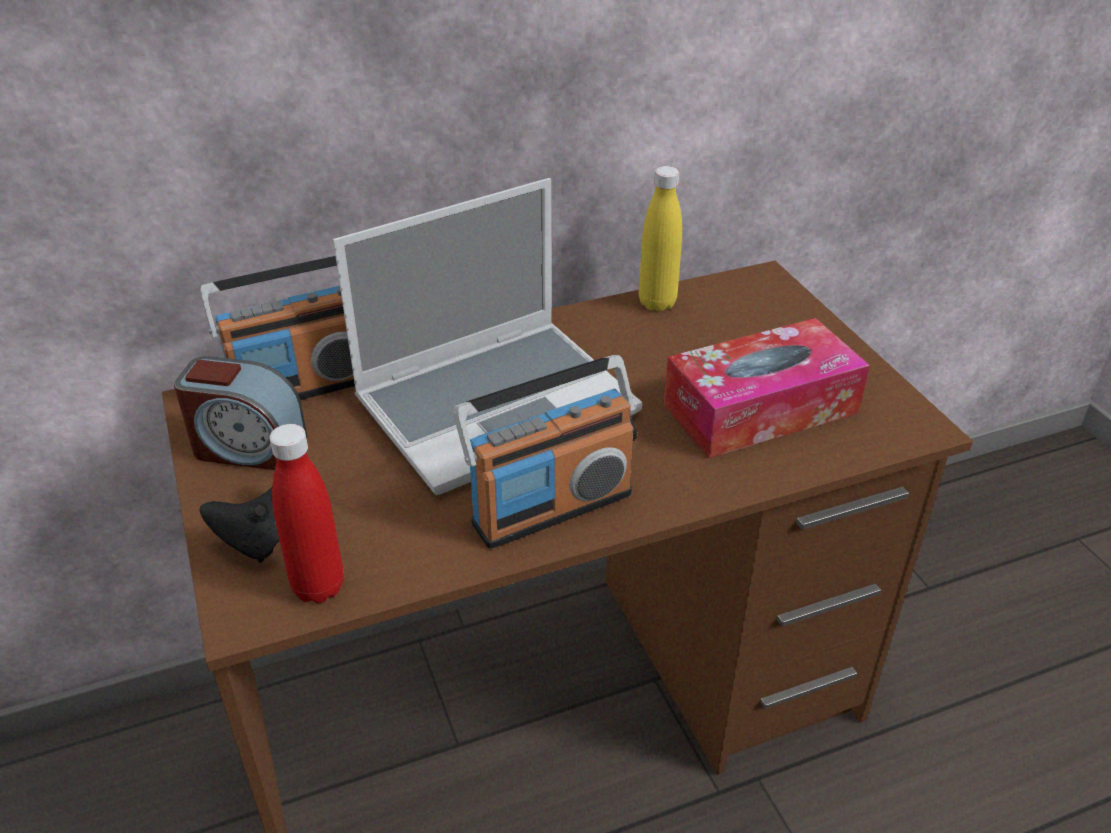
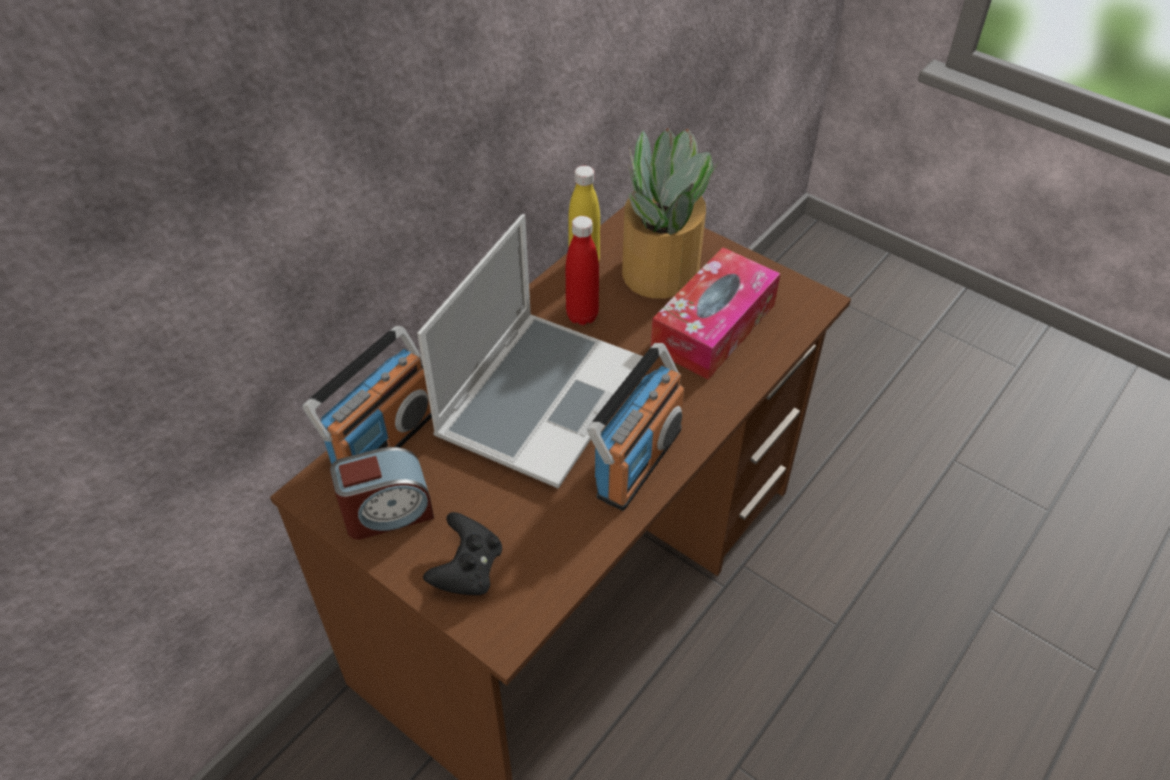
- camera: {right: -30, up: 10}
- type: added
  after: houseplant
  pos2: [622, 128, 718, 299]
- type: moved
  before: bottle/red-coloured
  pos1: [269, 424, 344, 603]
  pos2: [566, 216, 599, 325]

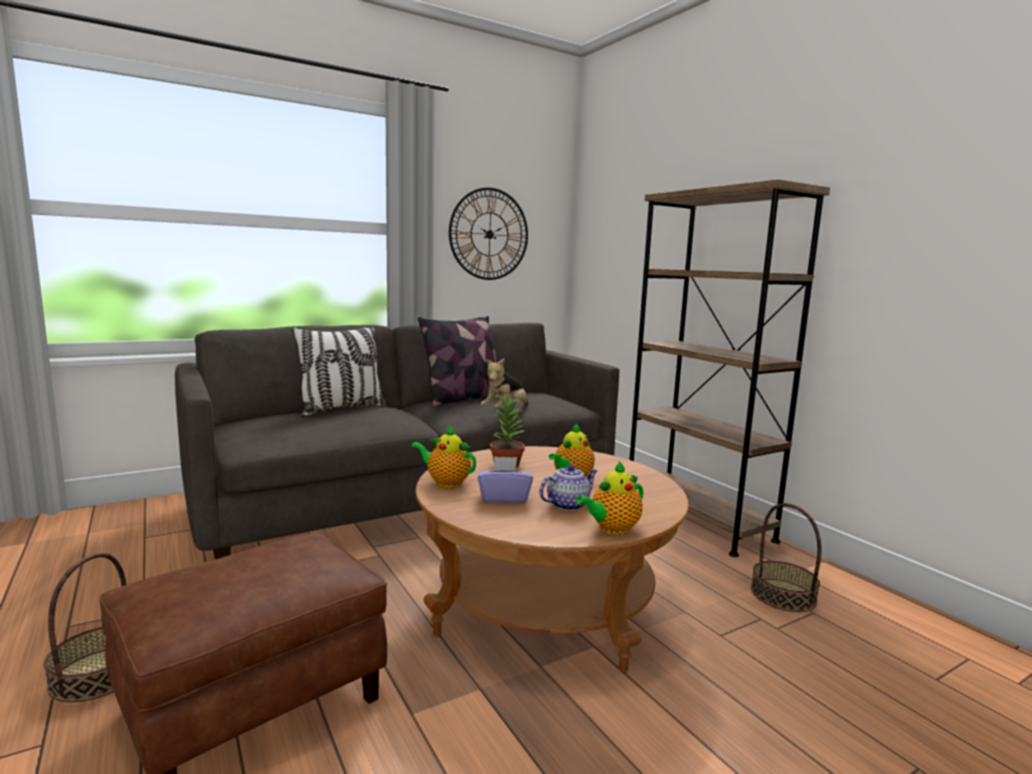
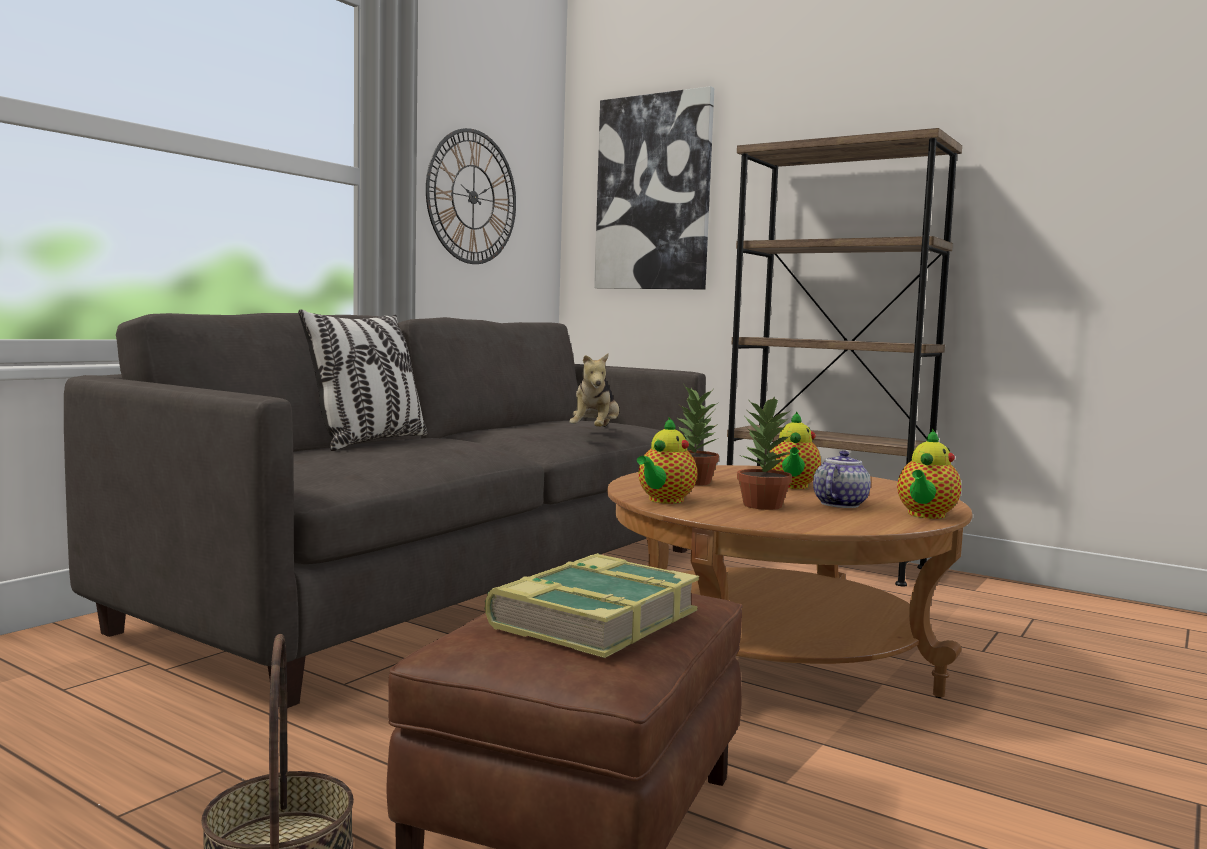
- camera: {right: -25, up: -5}
- type: removed
  before: pillow
  pos1: [418, 316, 496, 406]
- type: removed
  before: household basket
  pos1: [751, 503, 822, 612]
- type: added
  after: book
  pos2: [485, 553, 699, 658]
- type: added
  after: wall picture
  pos2: [594, 86, 714, 289]
- type: replaced
  before: tissue holder/purple
  after: houseplant
  pos1: [478, 456, 533, 503]
  pos2: [737, 396, 792, 510]
- type: turned
  before: pot for tea
  pos1: [411, 426, 476, 488]
  pos2: [637, 417, 697, 504]
  turn: -60

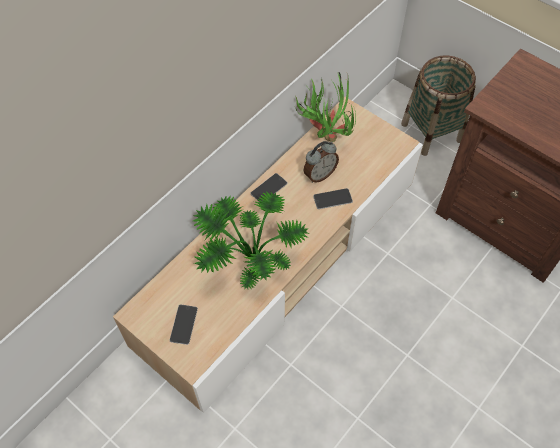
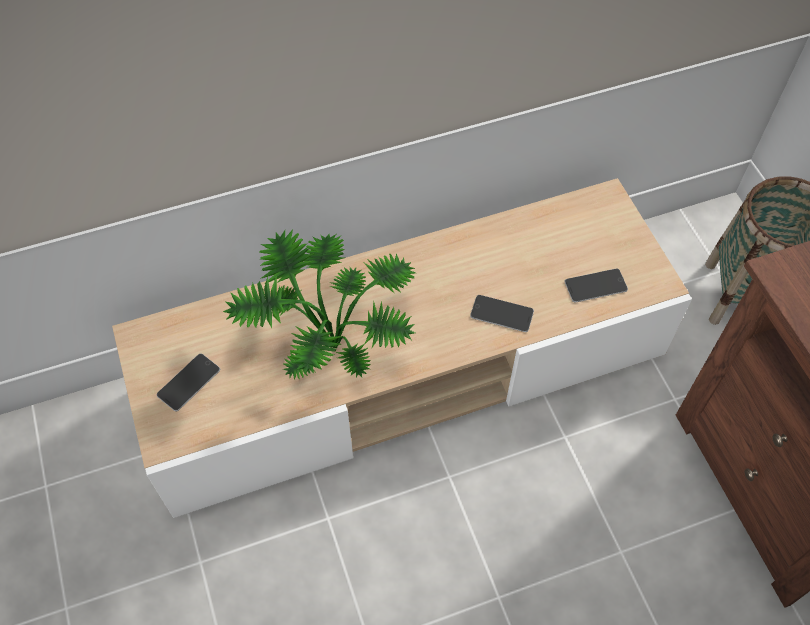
- camera: {right: 30, up: 0}
- type: removed
  before: houseplant
  pos1: [295, 72, 356, 142]
- type: removed
  before: alarm clock
  pos1: [304, 141, 339, 183]
- type: moved
  before: handset
  pos1: [250, 173, 288, 201]
  pos2: [565, 268, 628, 303]

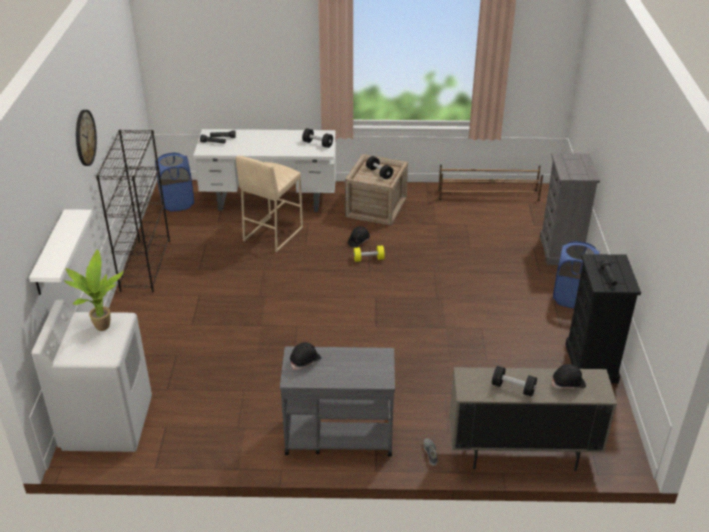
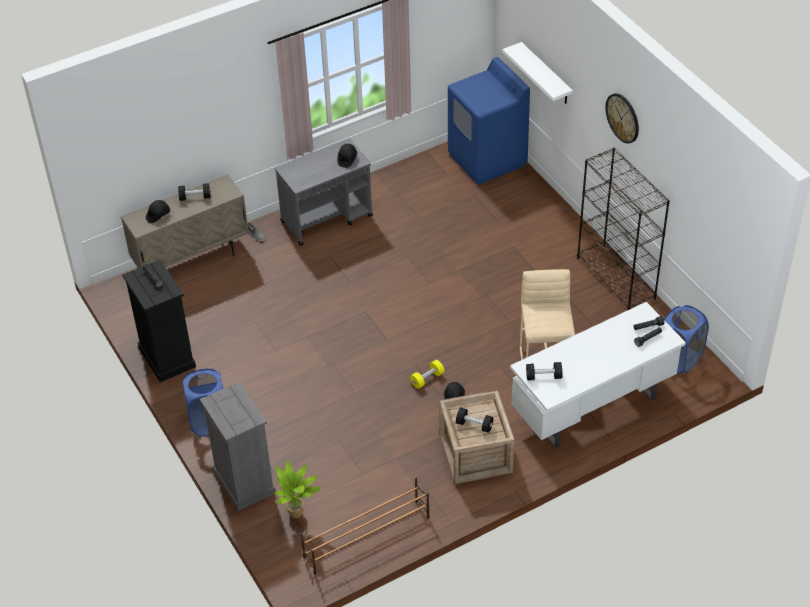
- camera: {right: 150, up: 10}
- type: moved
  before: houseplant
  pos1: [64, 249, 124, 331]
  pos2: [274, 461, 321, 518]
- type: recoloured
  before: laundry machine/whitish
  after: laundry machine/blue
  pos1: [32, 300, 152, 452]
  pos2: [448, 57, 530, 185]

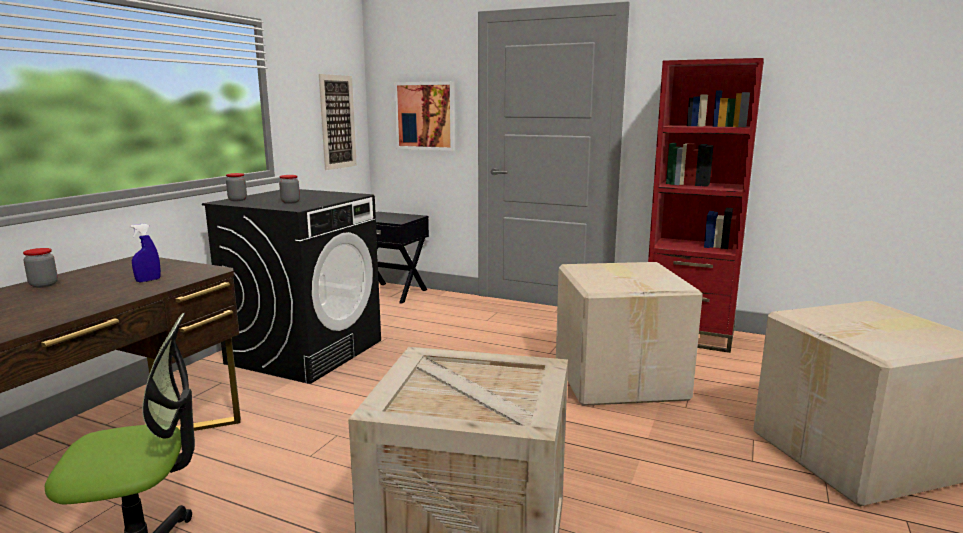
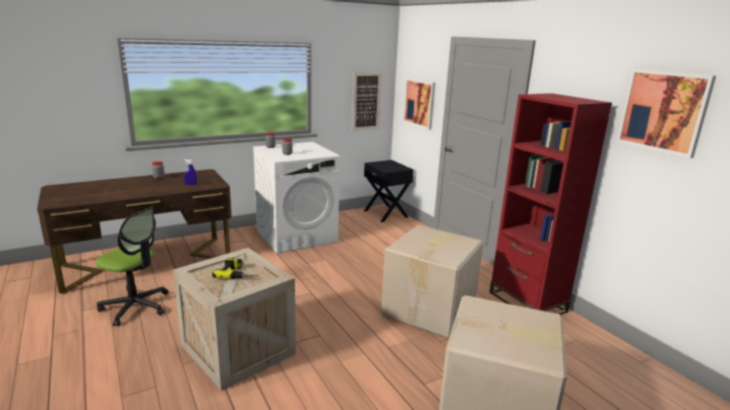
- camera: {right: 35, up: 5}
- type: added
  after: drill
  pos2: [212, 258, 259, 279]
- type: added
  after: wall picture
  pos2: [616, 69, 716, 158]
- type: recoloured
  before: laundry machine/blackish
  after: laundry machine/whitish
  pos1: [202, 189, 381, 384]
  pos2: [253, 142, 340, 254]

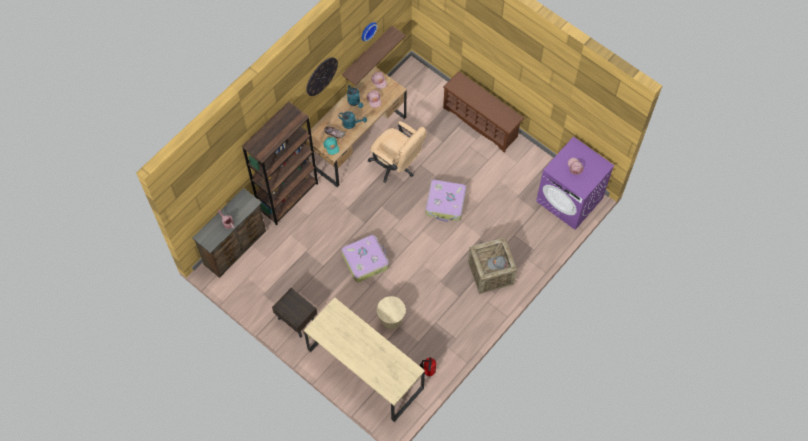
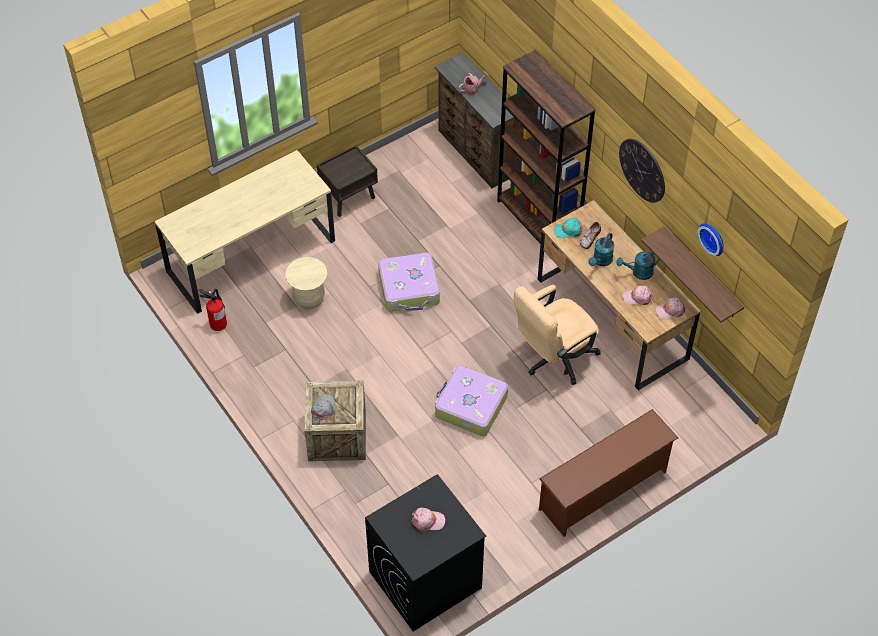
- camera: {right: 105, up: -10}
- type: recoloured
  before: laundry machine/purple
  after: laundry machine/blackish
  pos1: [536, 136, 615, 230]
  pos2: [365, 474, 486, 632]

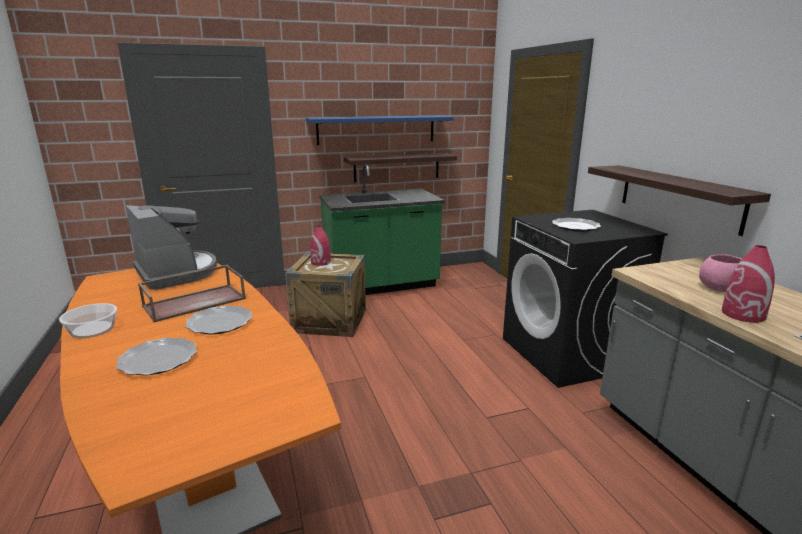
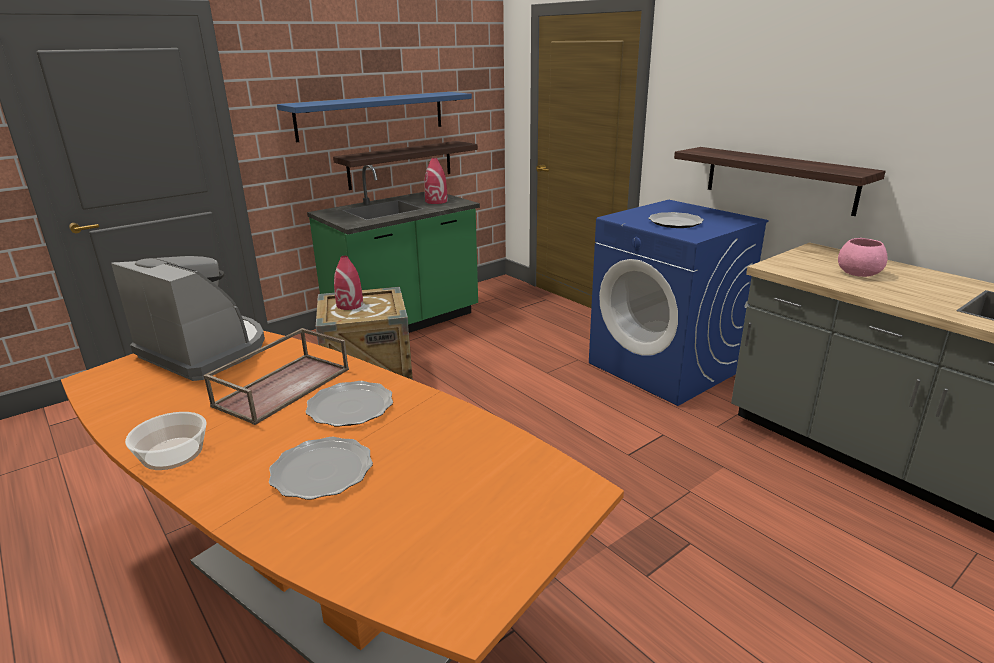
- camera: {right: -20, up: 5}
- type: moved
  before: flower vase/red-coloured
  pos1: [722, 245, 775, 323]
  pos2: [424, 158, 447, 204]
- type: recoloured
  before: laundry machine/blackish
  after: laundry machine/blue
  pos1: [503, 210, 668, 388]
  pos2: [589, 200, 769, 406]

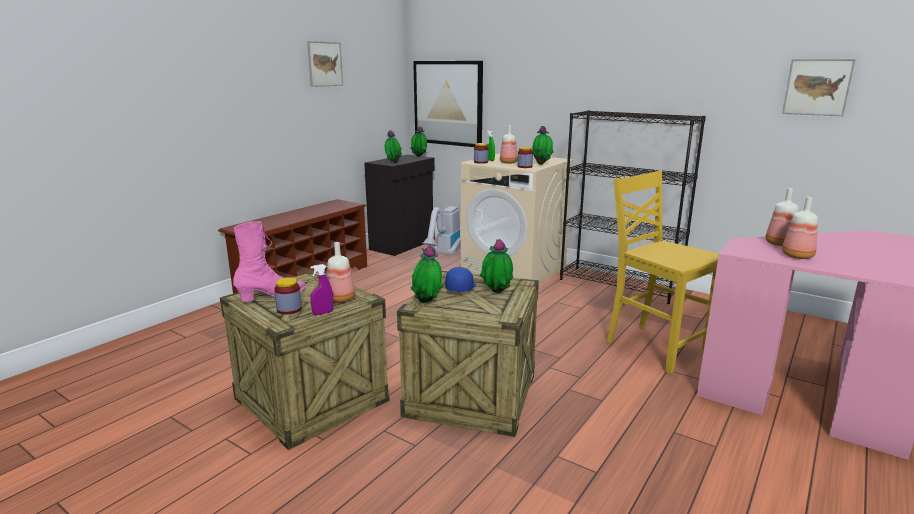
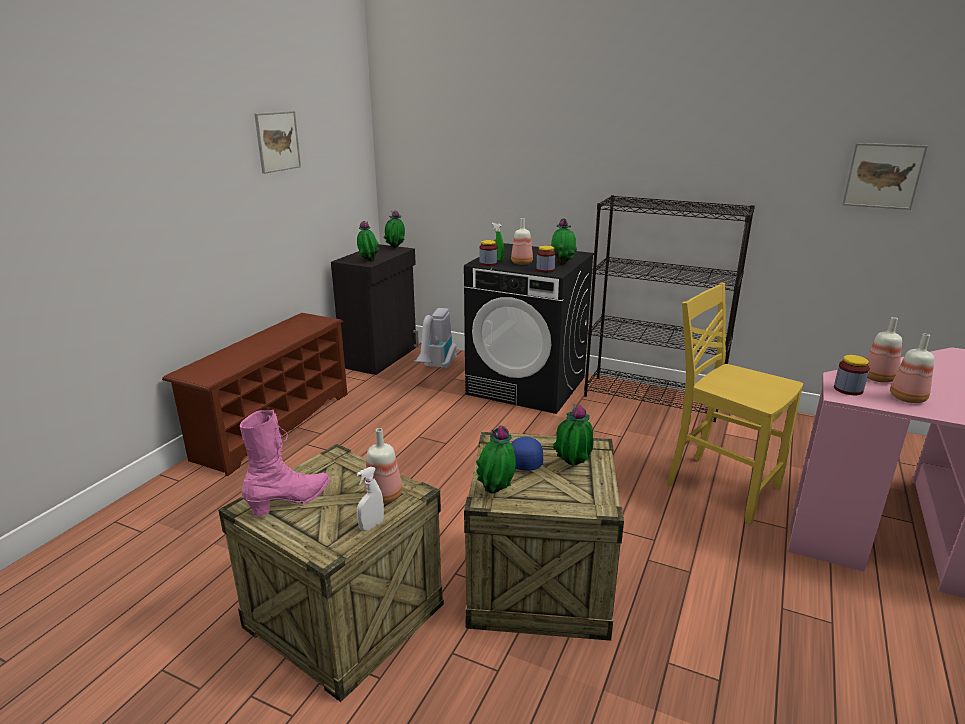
- camera: {right: -10, up: 5}
- type: removed
  before: wall picture
  pos1: [413, 61, 483, 147]
- type: moved
  before: preserve jar
  pos1: [274, 277, 302, 315]
  pos2: [834, 355, 869, 395]
- type: recoloured
  before: spray bottle/purple
  after: spray bottle/whitish
  pos1: [310, 264, 333, 315]
  pos2: [357, 467, 384, 531]
- type: recoloured
  before: laundry machine/beige
  after: laundry machine/blackish
  pos1: [461, 153, 574, 284]
  pos2: [464, 243, 594, 414]

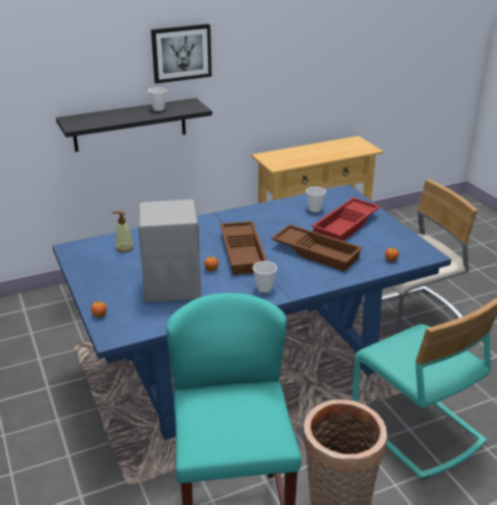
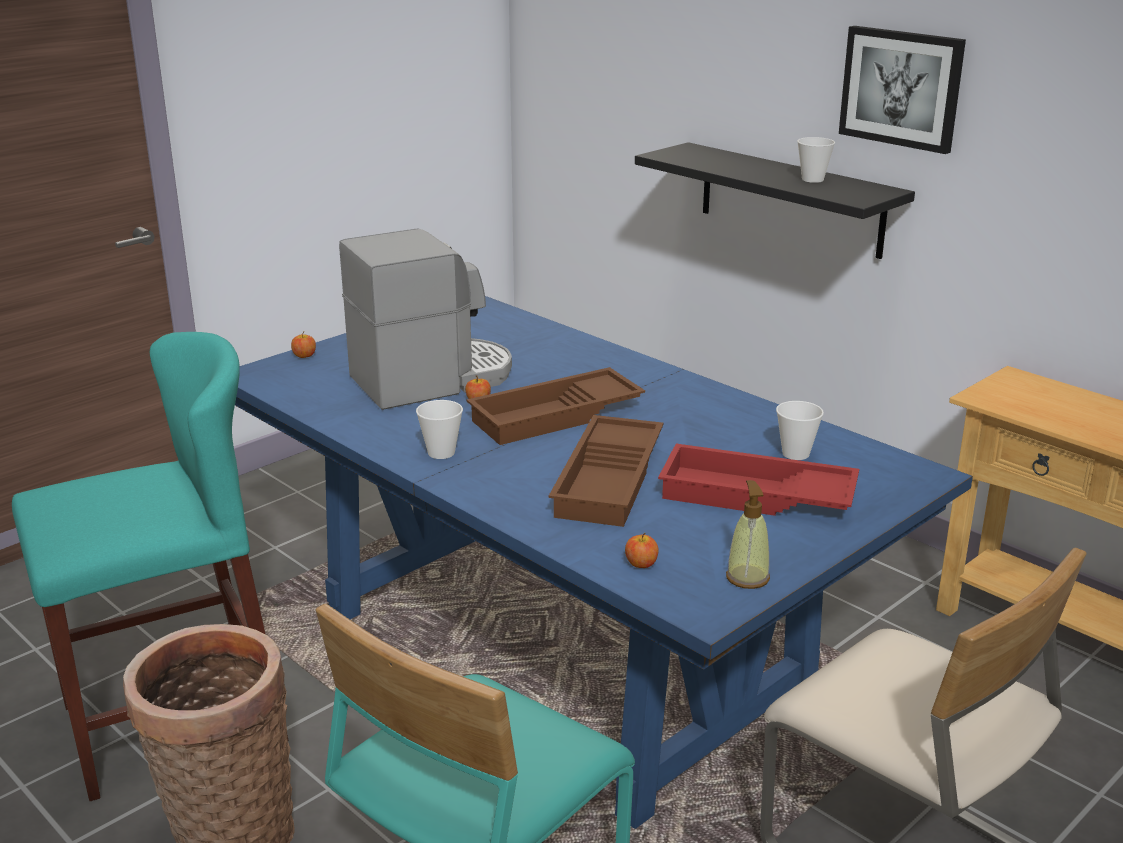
- camera: {right: 70, up: -5}
- type: moved
  before: soap dispenser
  pos1: [112, 211, 133, 253]
  pos2: [726, 480, 770, 589]

